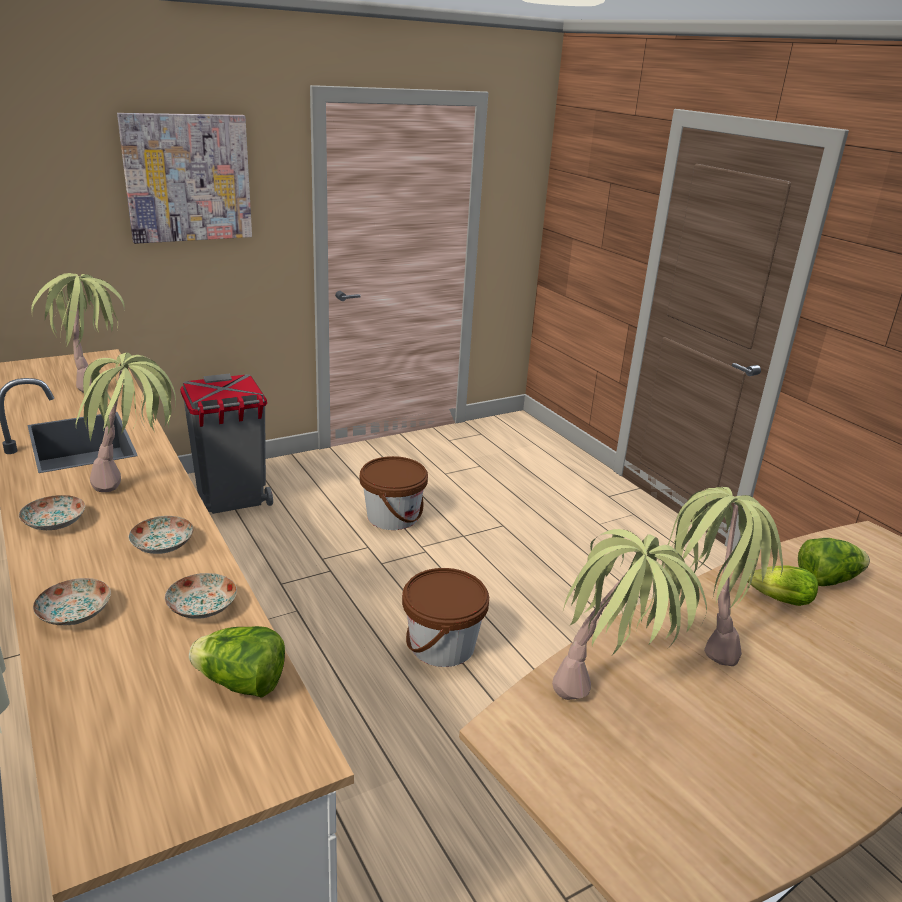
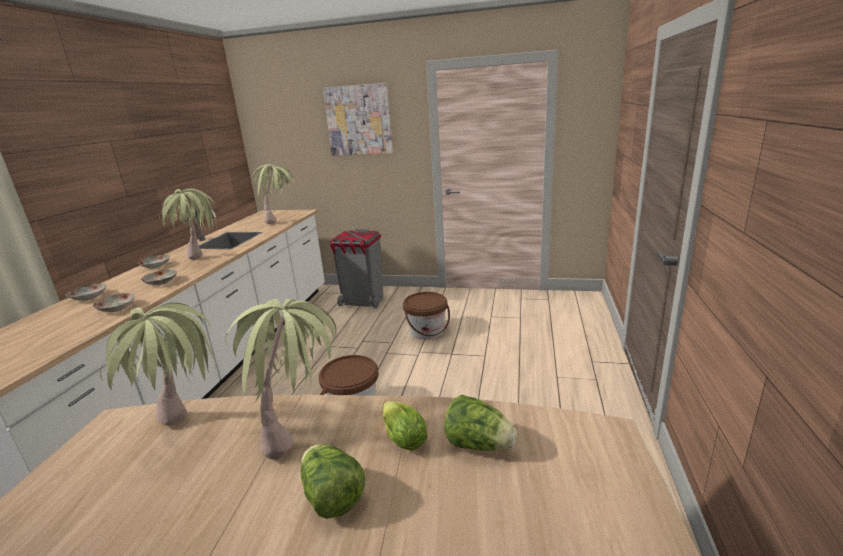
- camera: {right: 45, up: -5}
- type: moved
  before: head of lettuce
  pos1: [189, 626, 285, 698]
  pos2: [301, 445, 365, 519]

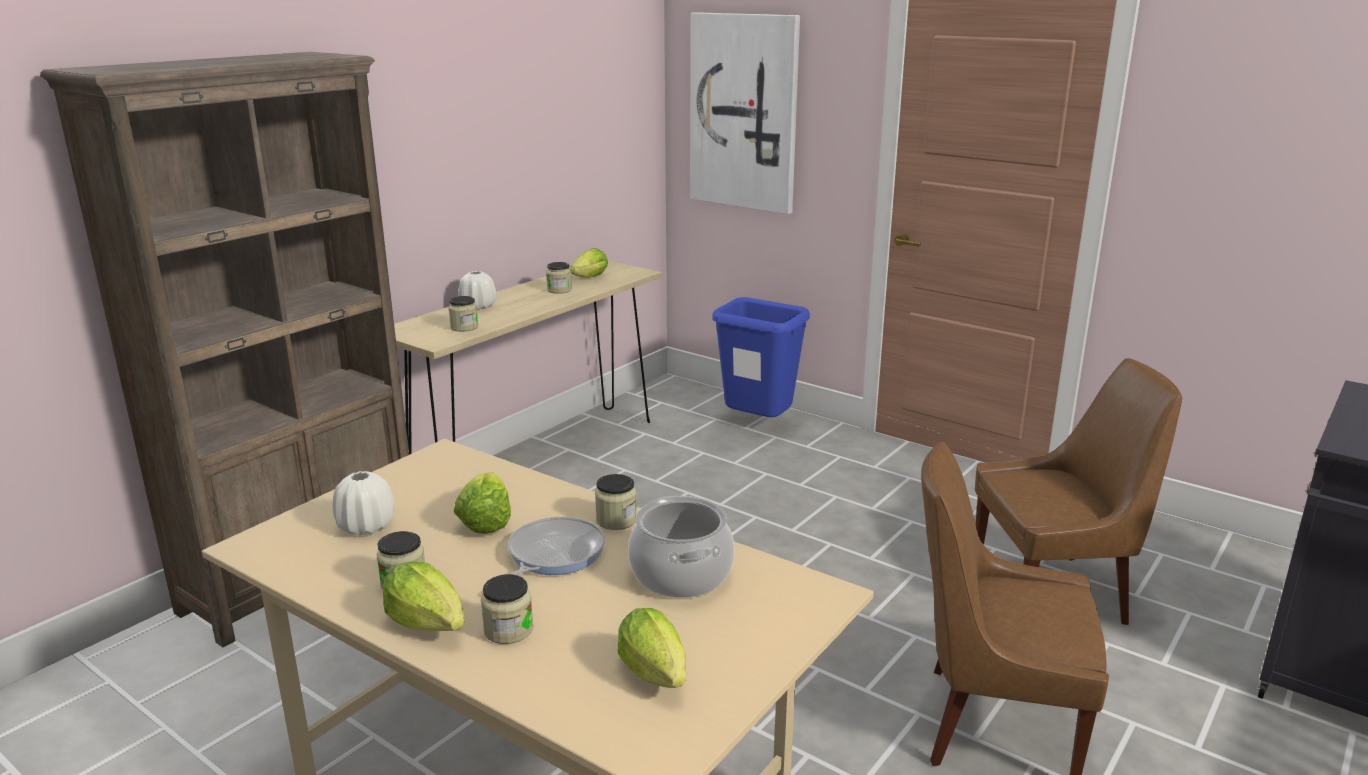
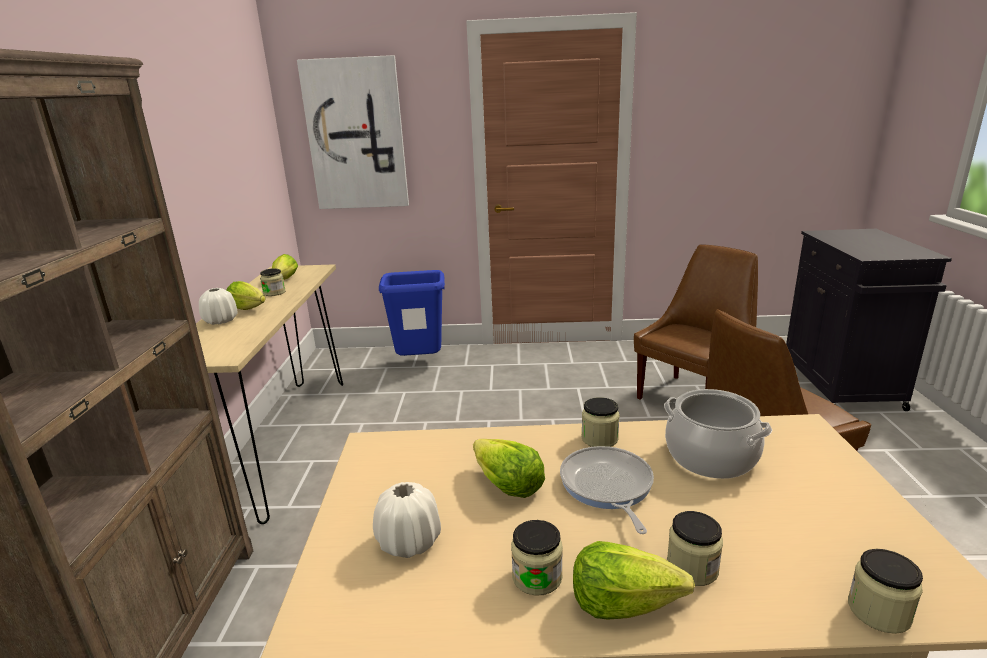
- camera: {right: -35, up: 0}
- type: moved
  before: preserve jar
  pos1: [448, 296, 478, 332]
  pos2: [848, 549, 923, 634]
- type: moved
  before: head of lettuce
  pos1: [618, 608, 686, 688]
  pos2: [226, 281, 266, 310]

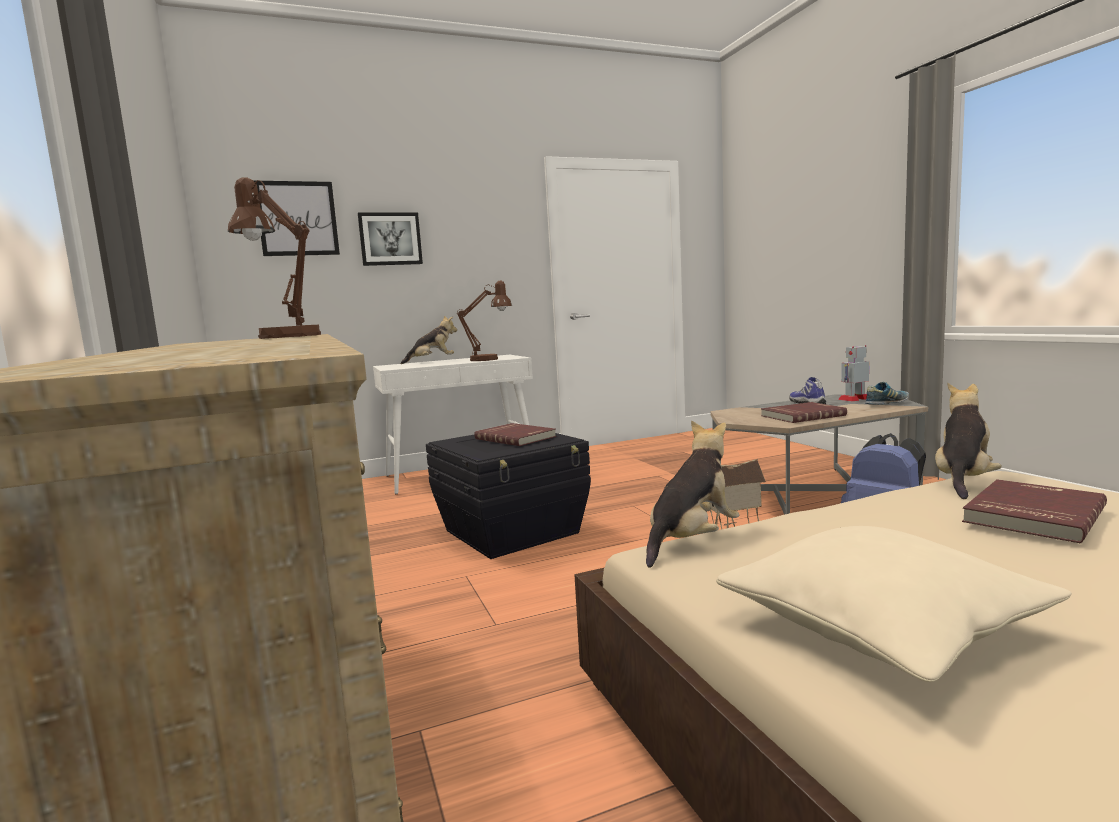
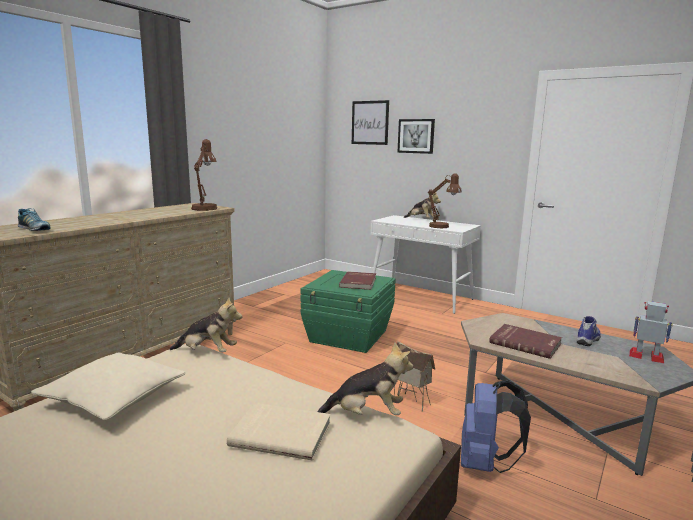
- camera: {right: 55, up: 5}
- type: moved
  before: shoe
  pos1: [865, 382, 909, 405]
  pos2: [18, 208, 51, 231]
- type: recoloured
  before: storage bin/blackish
  after: storage bin/greenish
  pos1: [426, 433, 591, 559]
  pos2: [300, 270, 395, 353]
- type: recoloured
  before: book/red-coloured
  after: book/beige
  pos1: [962, 479, 1107, 543]
  pos2: [227, 403, 330, 461]

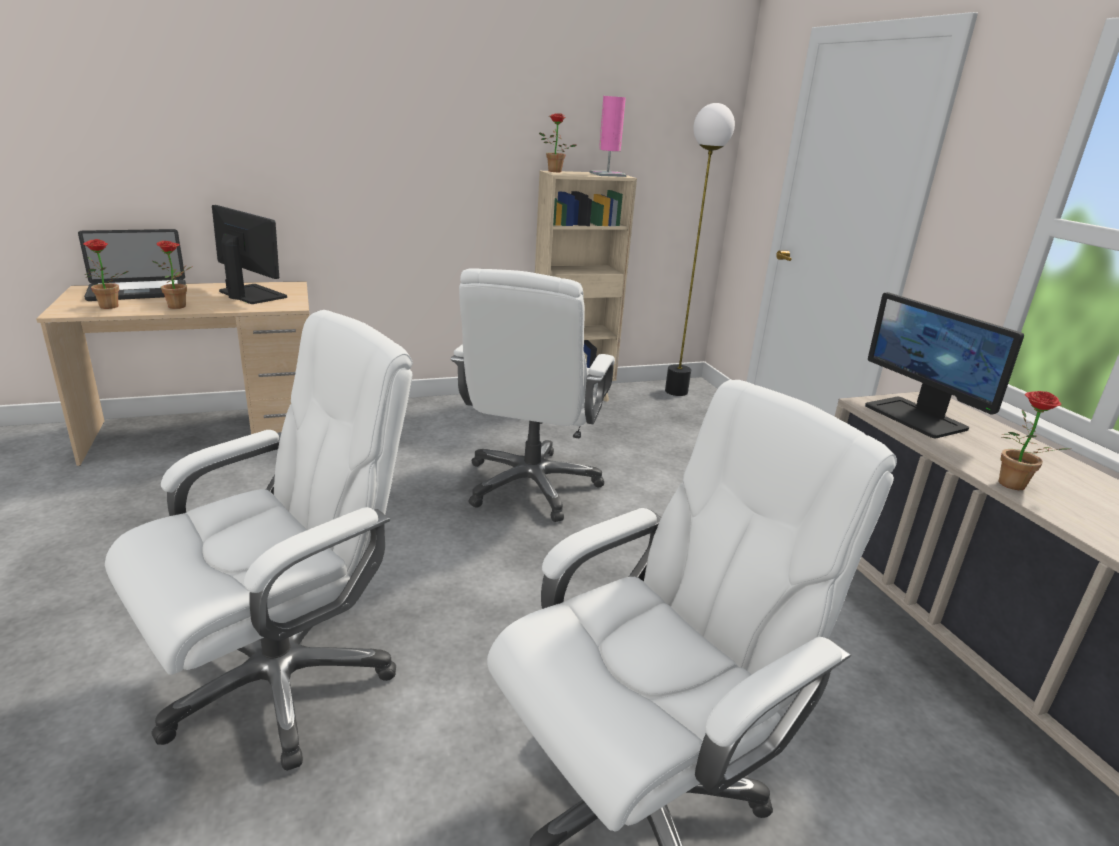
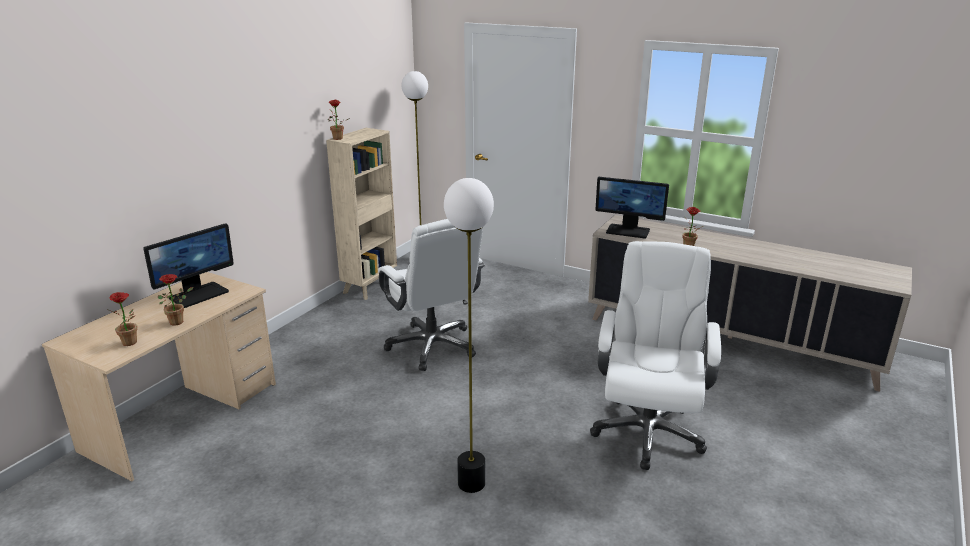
- camera: {right: -40, up: 0}
- type: removed
  before: portable computer
  pos1: [78, 229, 186, 301]
- type: removed
  before: lamp for a table/pinkish
  pos1: [590, 96, 627, 177]
- type: replaced
  before: office chair/whitish
  after: standard lamp
  pos1: [105, 310, 413, 771]
  pos2: [444, 178, 494, 493]
- type: turned
  before: monitor
  pos1: [212, 205, 287, 304]
  pos2: [143, 223, 234, 308]
  turn: 135

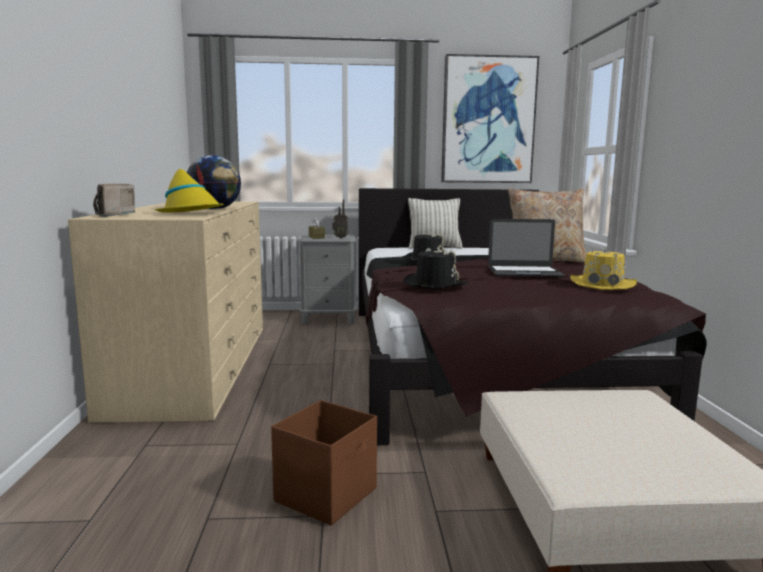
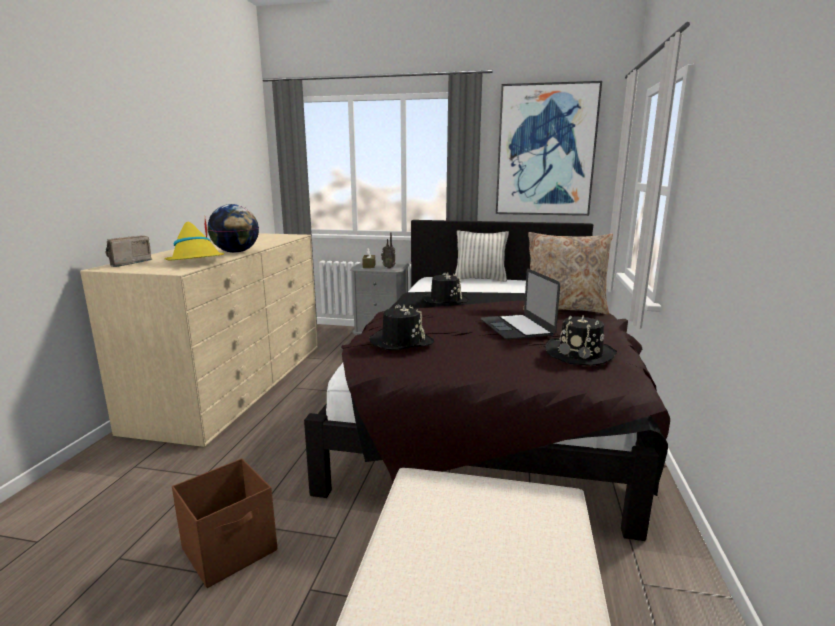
- camera: {right: 15, up: 5}
- type: recoloured
  before: clothing hat/yellow-coloured
  after: clothing hat/blackish
  pos1: [571, 247, 637, 290]
  pos2: [545, 315, 617, 365]
- type: turned
  before: portable computer
  pos1: [488, 219, 565, 277]
  pos2: [481, 269, 560, 339]
  turn: 60

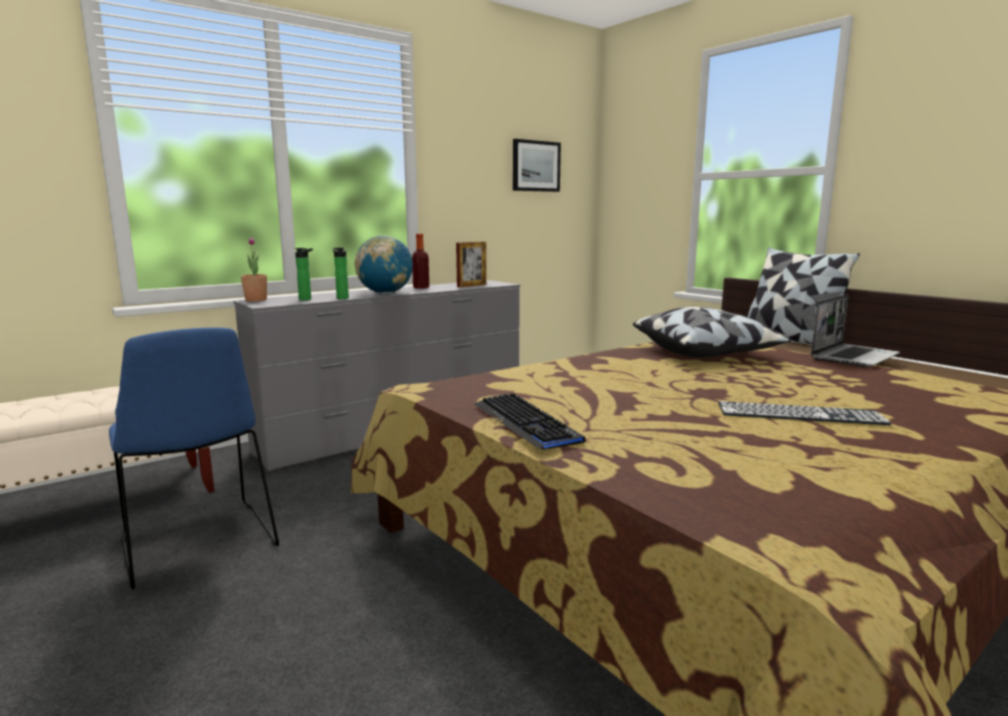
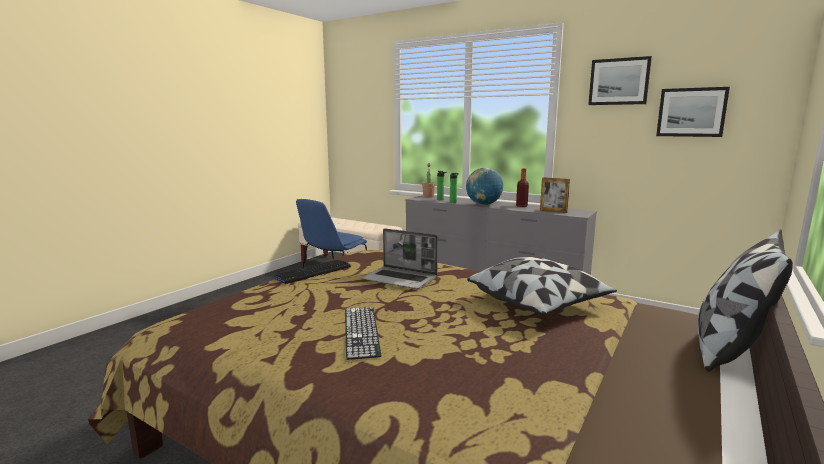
- camera: {right: 70, up: 0}
- type: added
  after: wall picture
  pos2: [588, 56, 652, 105]
- type: moved
  before: portable computer
  pos1: [811, 294, 900, 367]
  pos2: [362, 228, 438, 289]

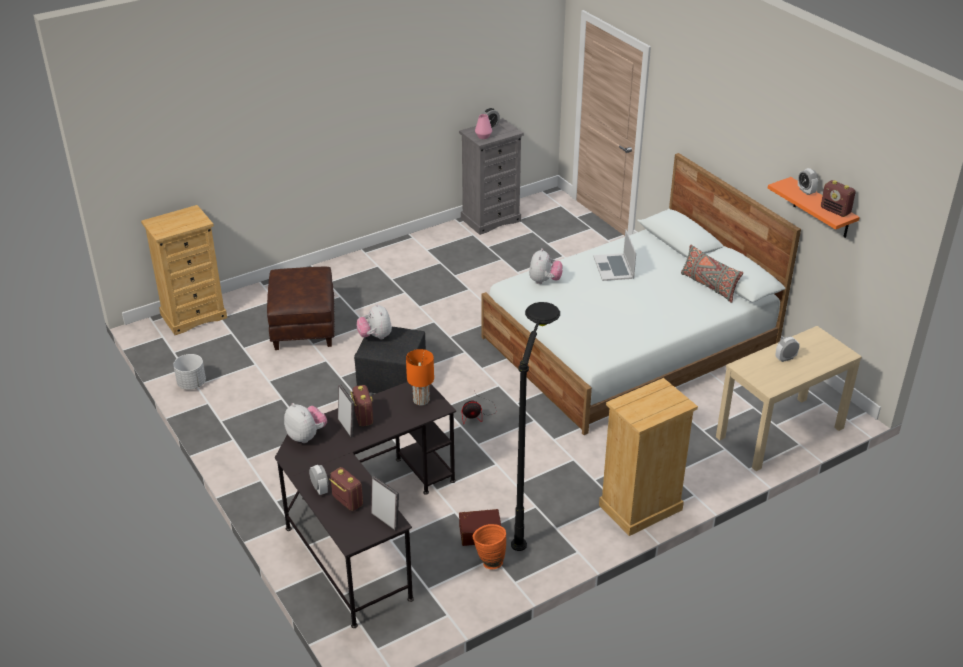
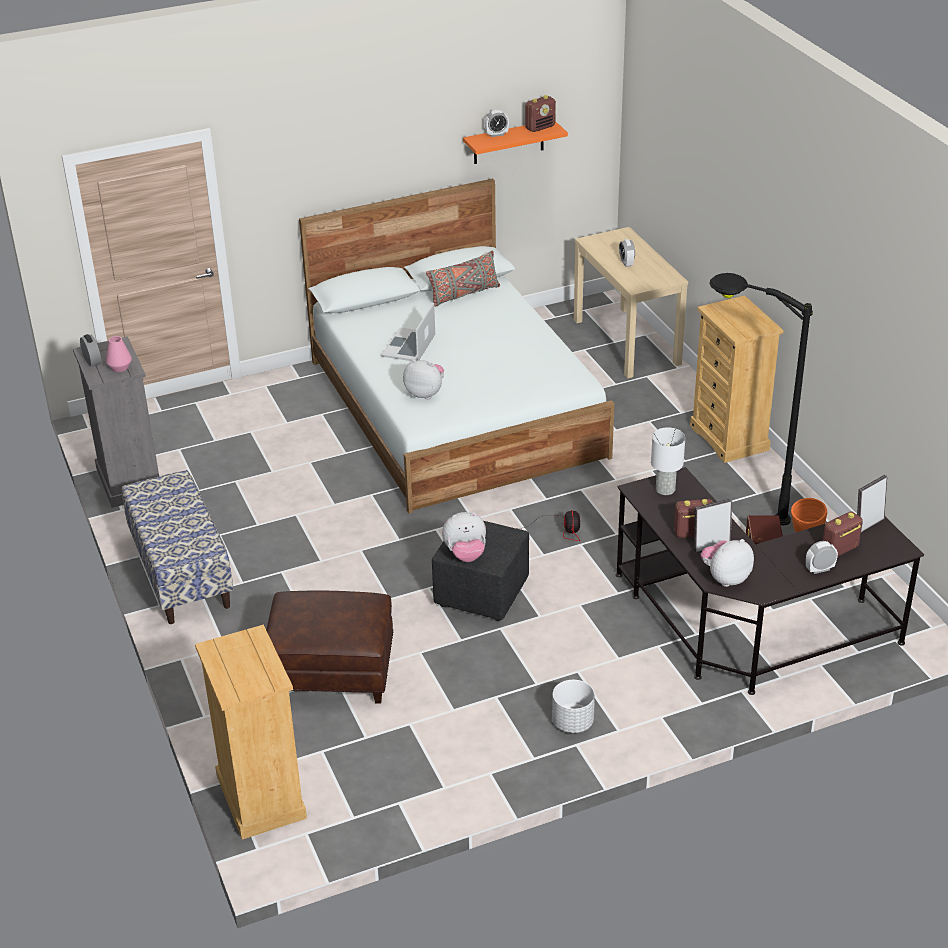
- camera: {right: -80, up: 0}
- type: added
  after: bench
  pos2: [122, 470, 234, 624]
- type: moved
  before: plant pot/whitish
  pos1: [173, 354, 206, 390]
  pos2: [552, 680, 595, 733]
- type: recoloured
  before: lamp for a table/orangey
  after: lamp for a table/whitish
  pos1: [406, 349, 434, 405]
  pos2: [651, 427, 685, 495]
- type: turned
  before: portable computer
  pos1: [593, 229, 636, 281]
  pos2: [381, 303, 435, 361]
  turn: 105

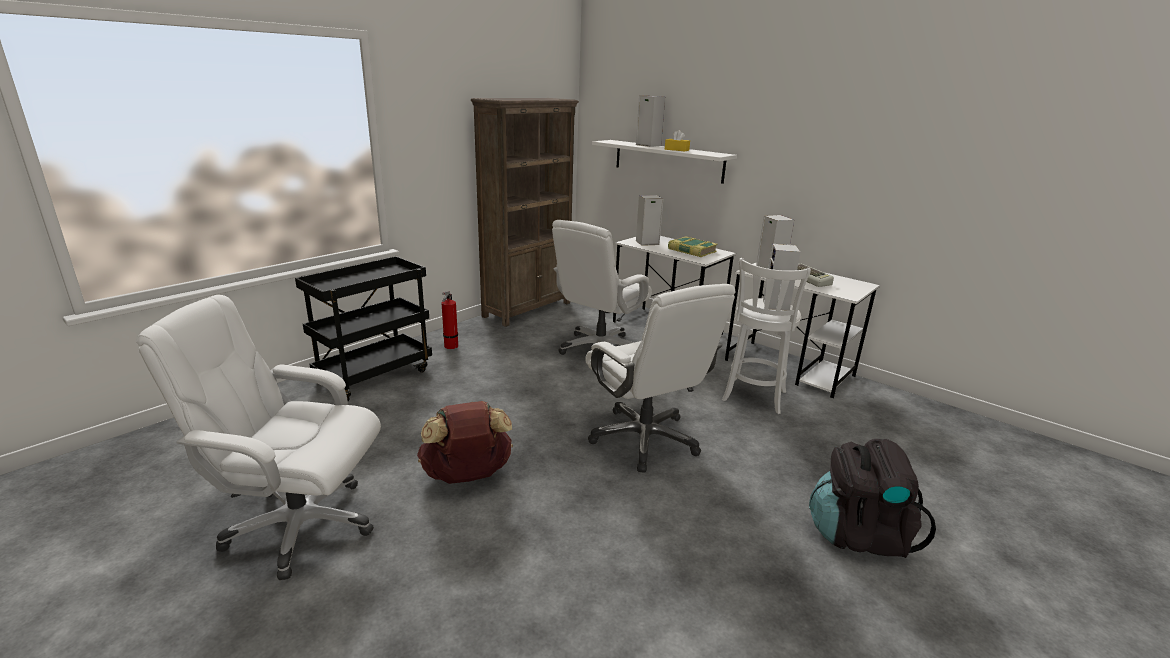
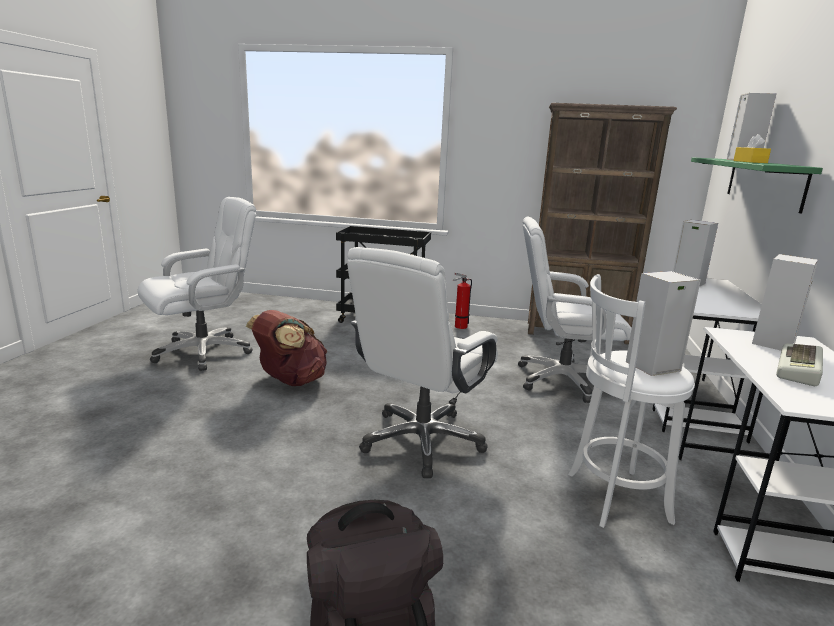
- camera: {right: 60, up: -5}
- type: removed
  before: book
  pos1: [668, 236, 718, 257]
- type: recoloured
  before: bracket shelf/whitish
  after: bracket shelf/greenish
  pos1: [592, 140, 737, 184]
  pos2: [691, 157, 823, 214]
- type: turned
  before: office chair/whitish
  pos1: [136, 295, 381, 580]
  pos2: [137, 197, 256, 371]
  turn: 75

